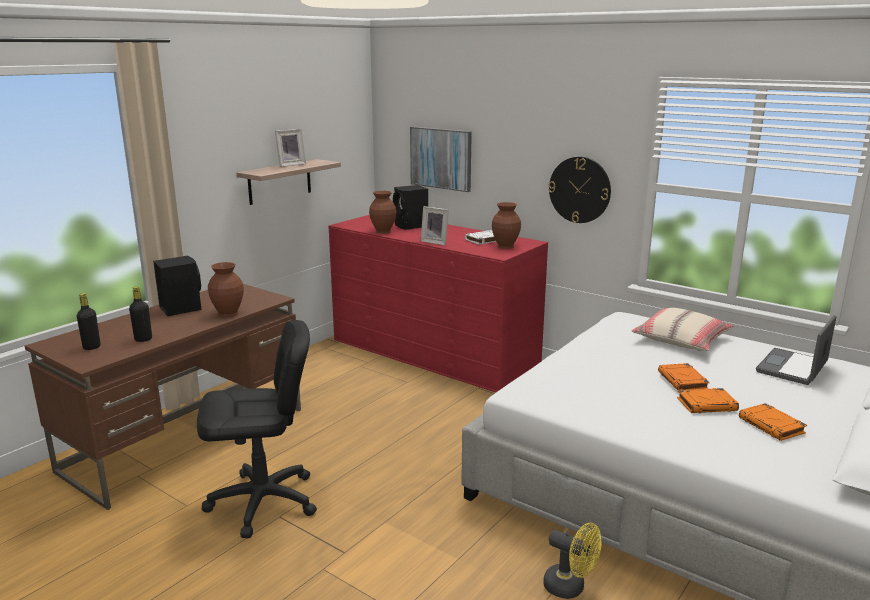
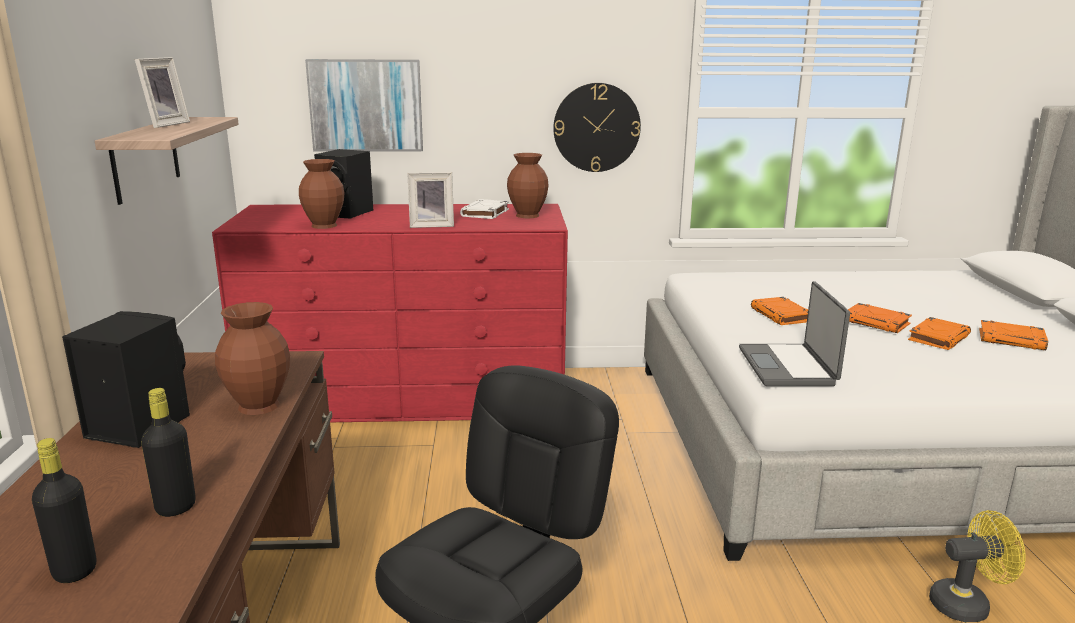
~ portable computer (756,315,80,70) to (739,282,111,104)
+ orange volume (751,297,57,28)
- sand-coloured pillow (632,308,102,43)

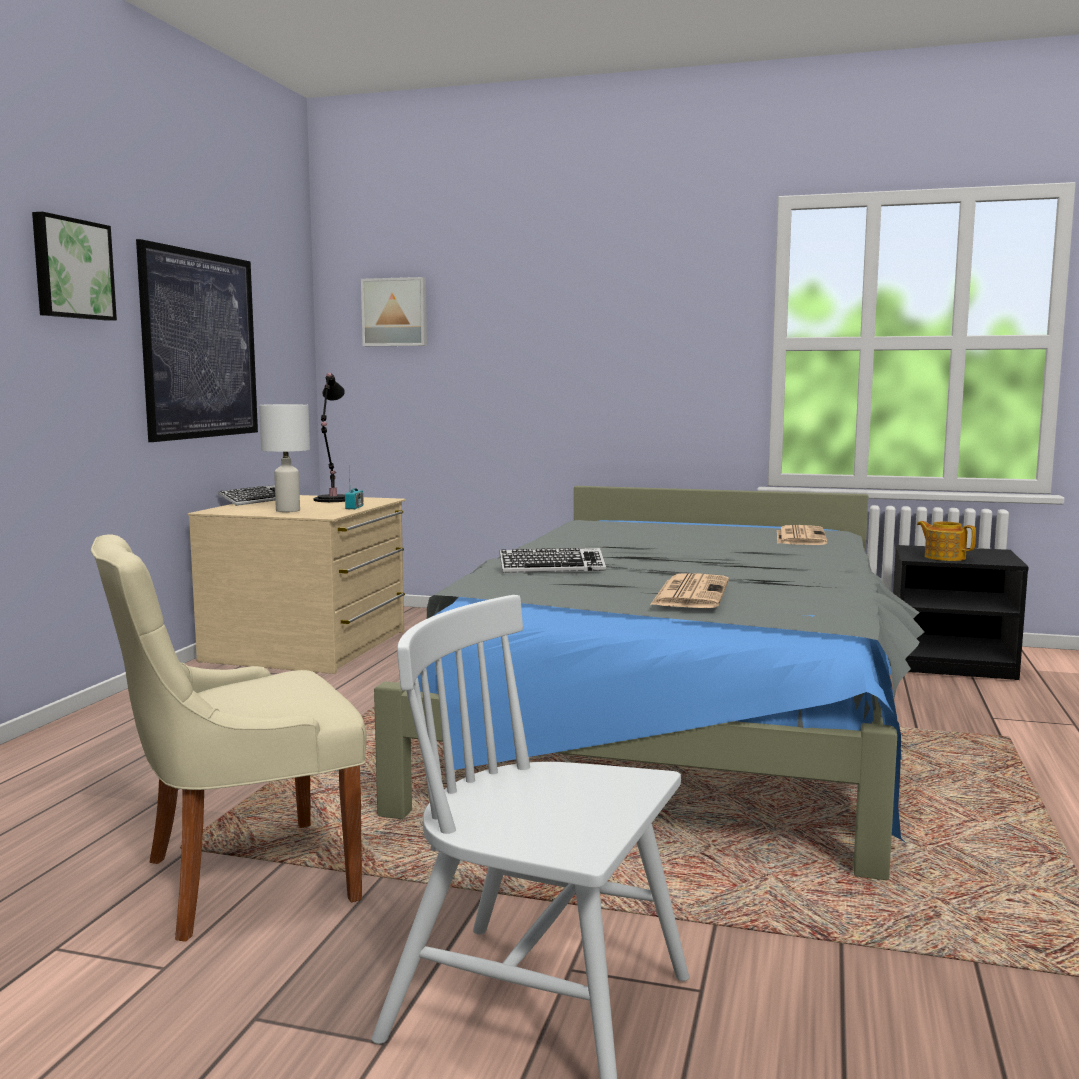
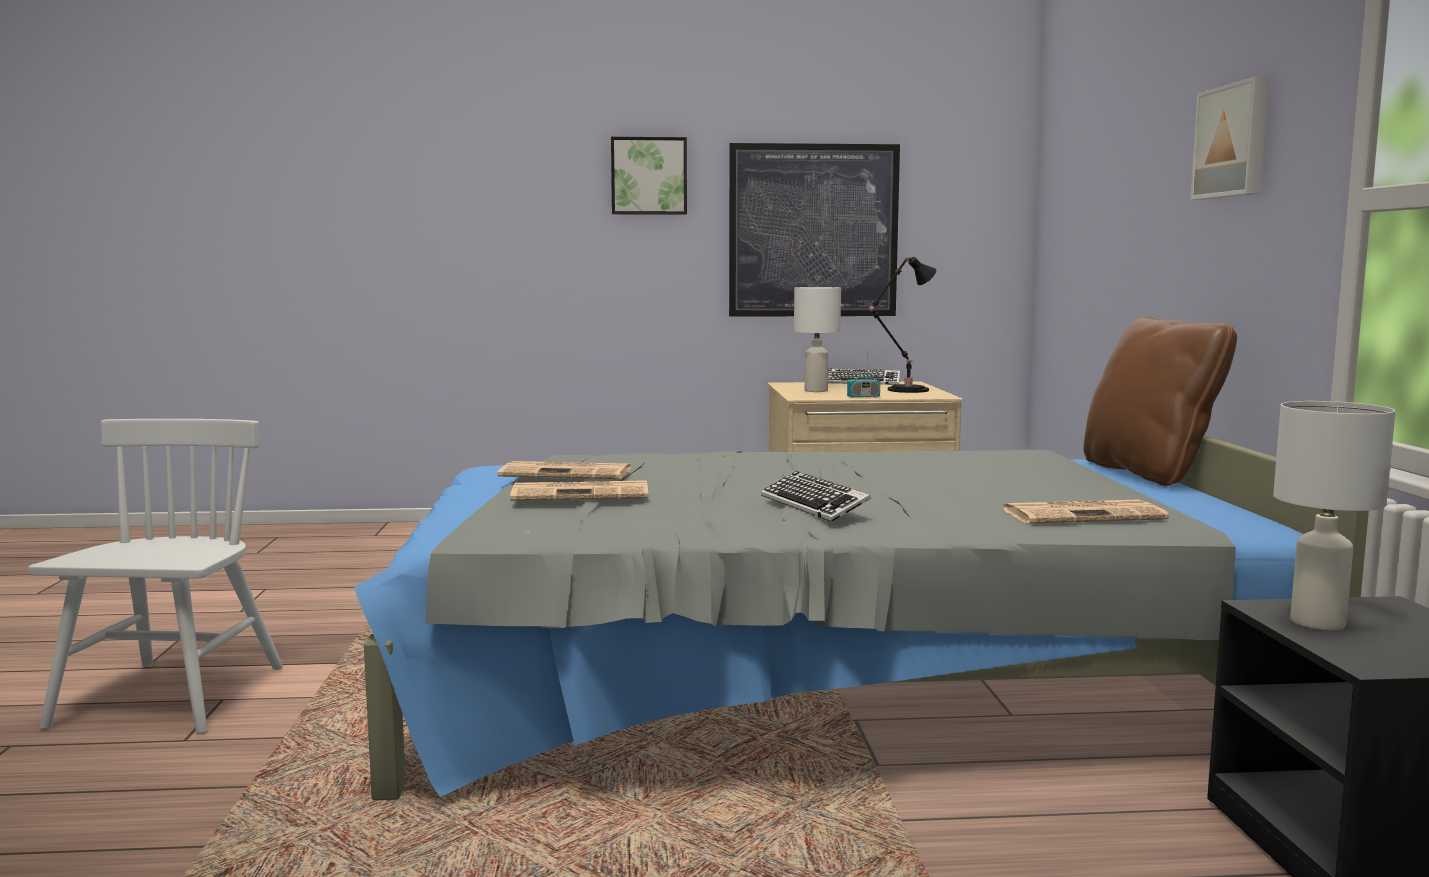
+ daily paper (497,461,134,18)
~ PC keyboard (499,548,107,25) to (761,471,110,51)
+ brown pillow (1083,317,154,169)
~ wall art (361,277,66,69) to (1190,76,79,124)
~ pot for tea (917,521,59,40) to white table lamp (1273,401,123,229)
- sand-coloured plain chair (91,535,276,407)

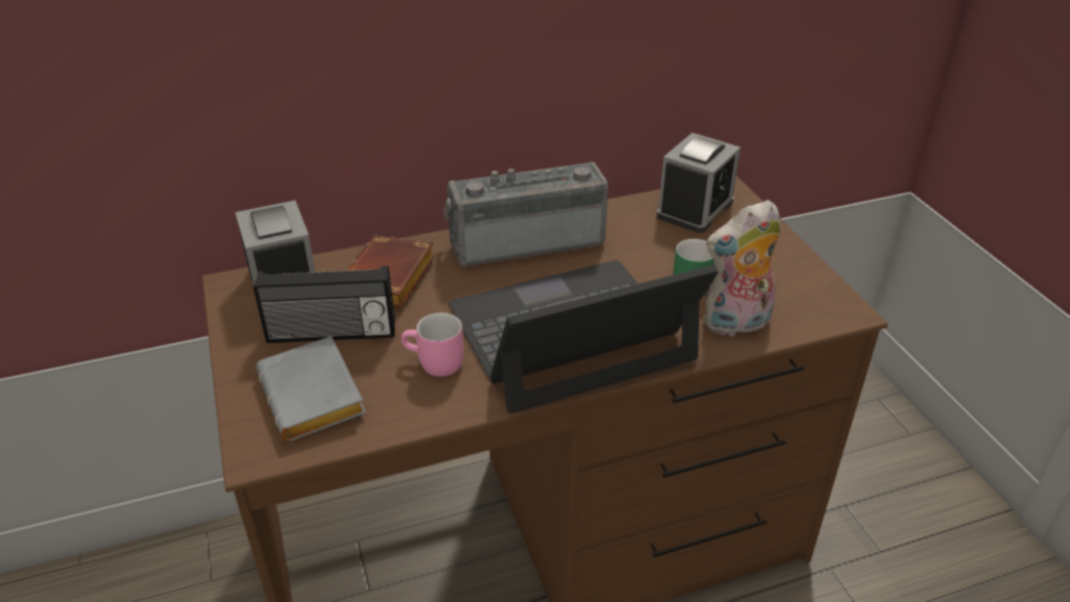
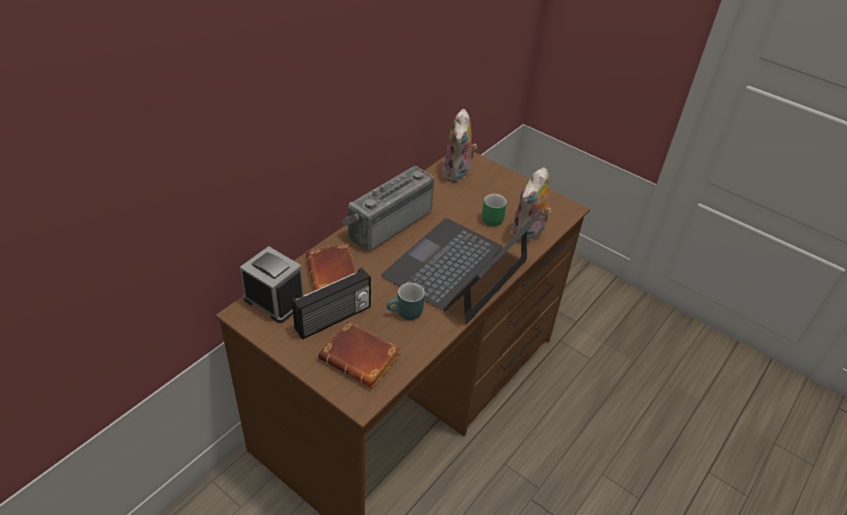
~ gray volume (256,336,110,106) to brown volume (318,320,82,68)
~ pink coffee mug (401,313,63,64) to turquoise-coloured coffee mug (387,283,38,37)
~ bedside clock (657,133,84,100) to cuddly toy (443,109,34,73)

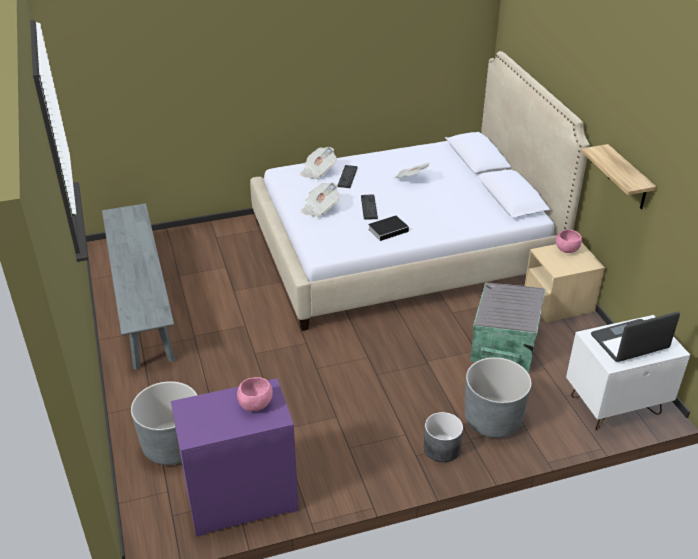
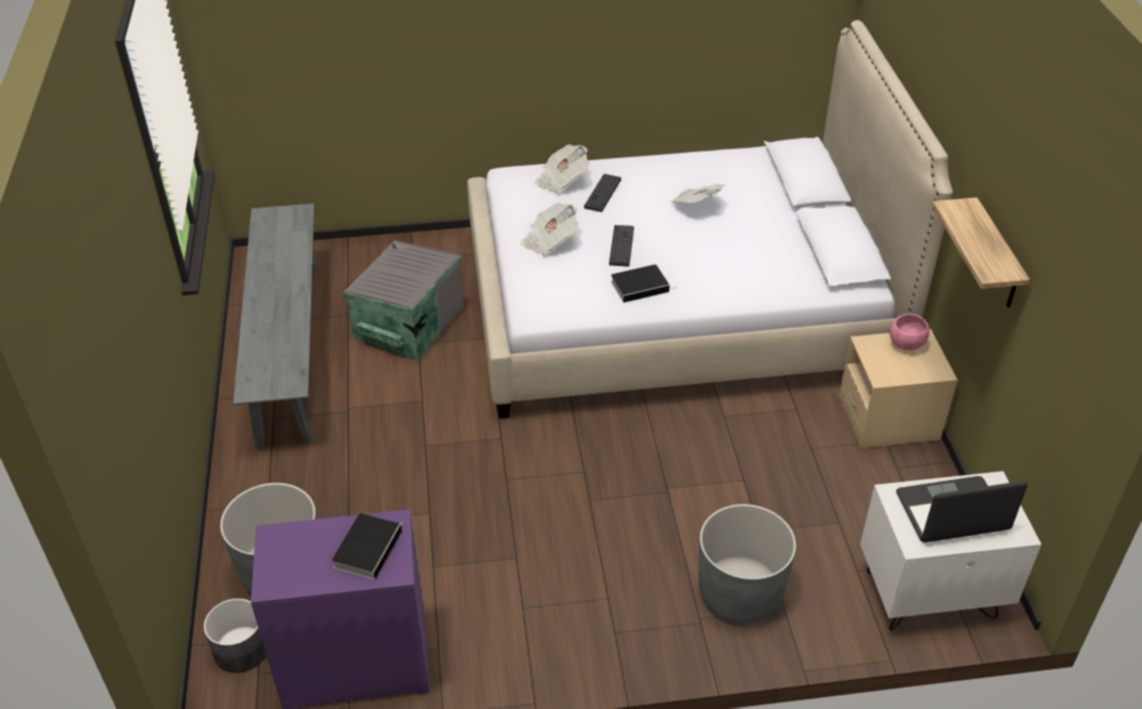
~ gray planter (423,412,40,50) to (204,598,62,75)
~ pink bowl (237,377,36,34) to volume (332,513,72,67)
~ gray storage container (470,283,75,90) to (344,241,120,120)

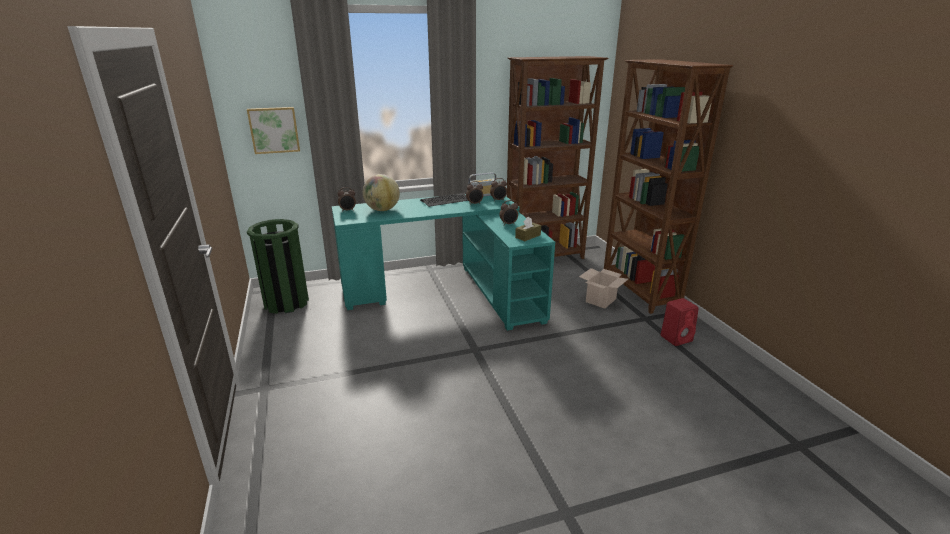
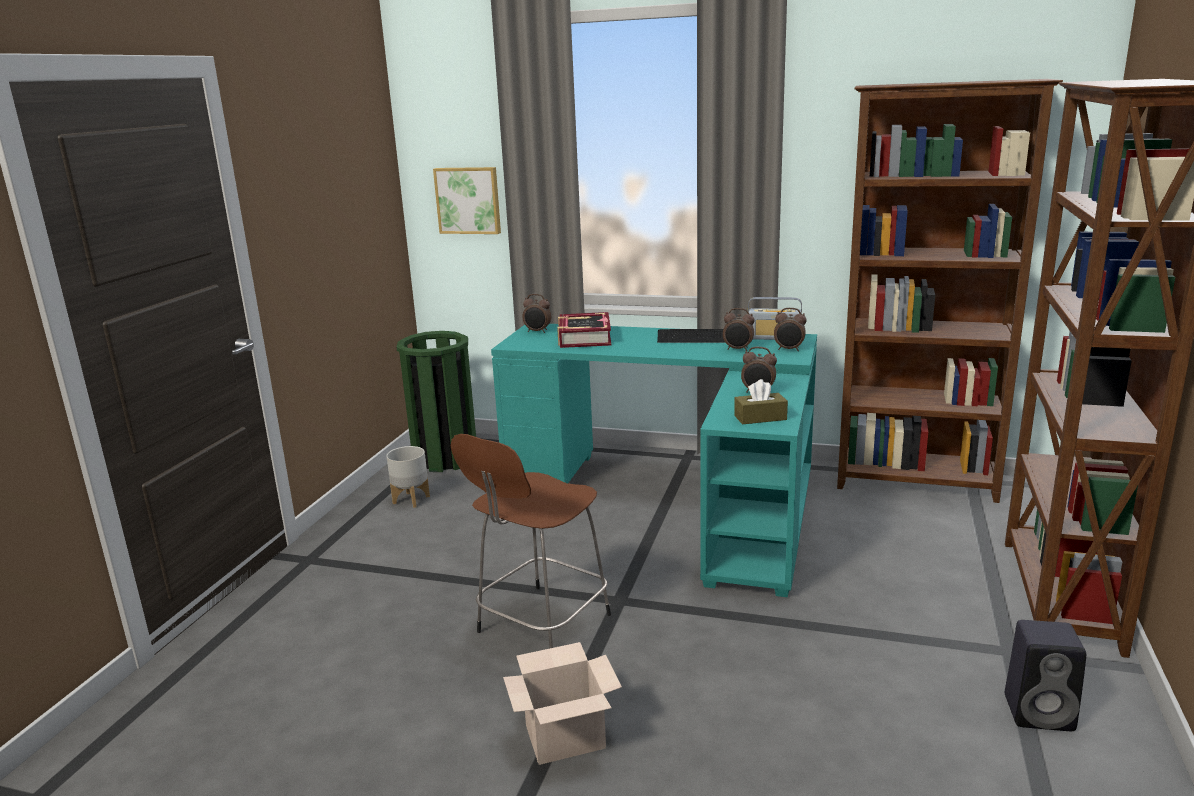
+ gray planter (386,446,44,62)
+ brown sitting stool (451,434,160,214)
~ carton (579,268,49,41) to (503,642,119,123)
~ world globe (363,174,37,37) to volume (557,312,54,36)
~ reddish loudspeaker (660,298,39,48) to black-coloured loudspeaker (1005,620,81,111)

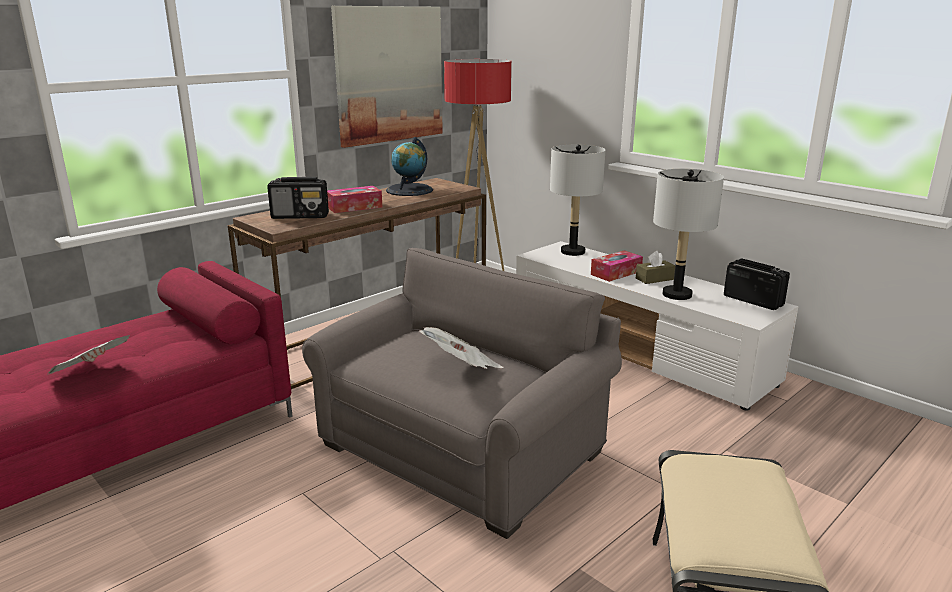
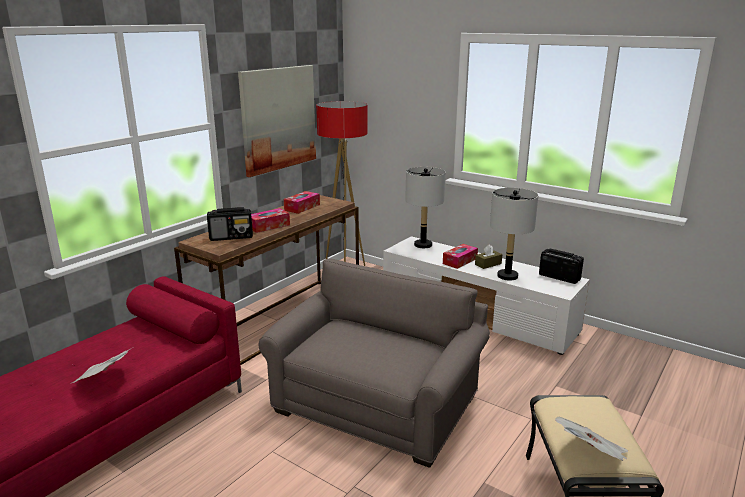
~ world globe (386,137,47,59) to box of tissues (284,191,36,23)
~ daily paper (419,327,85,42) to (555,417,73,44)

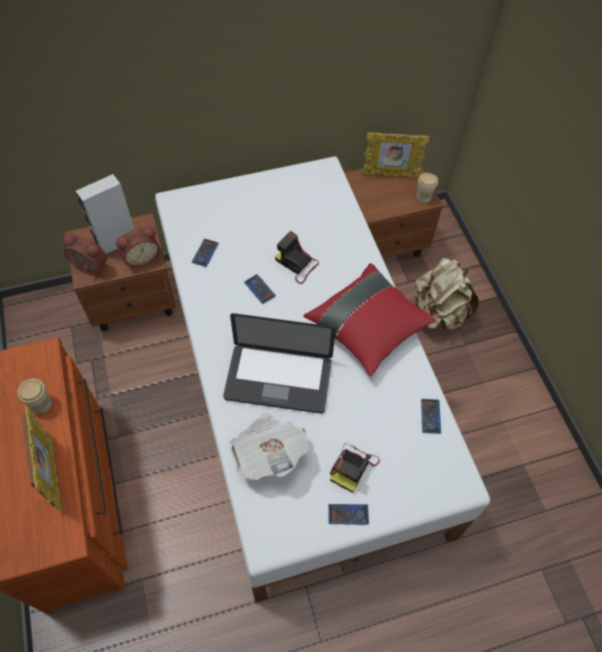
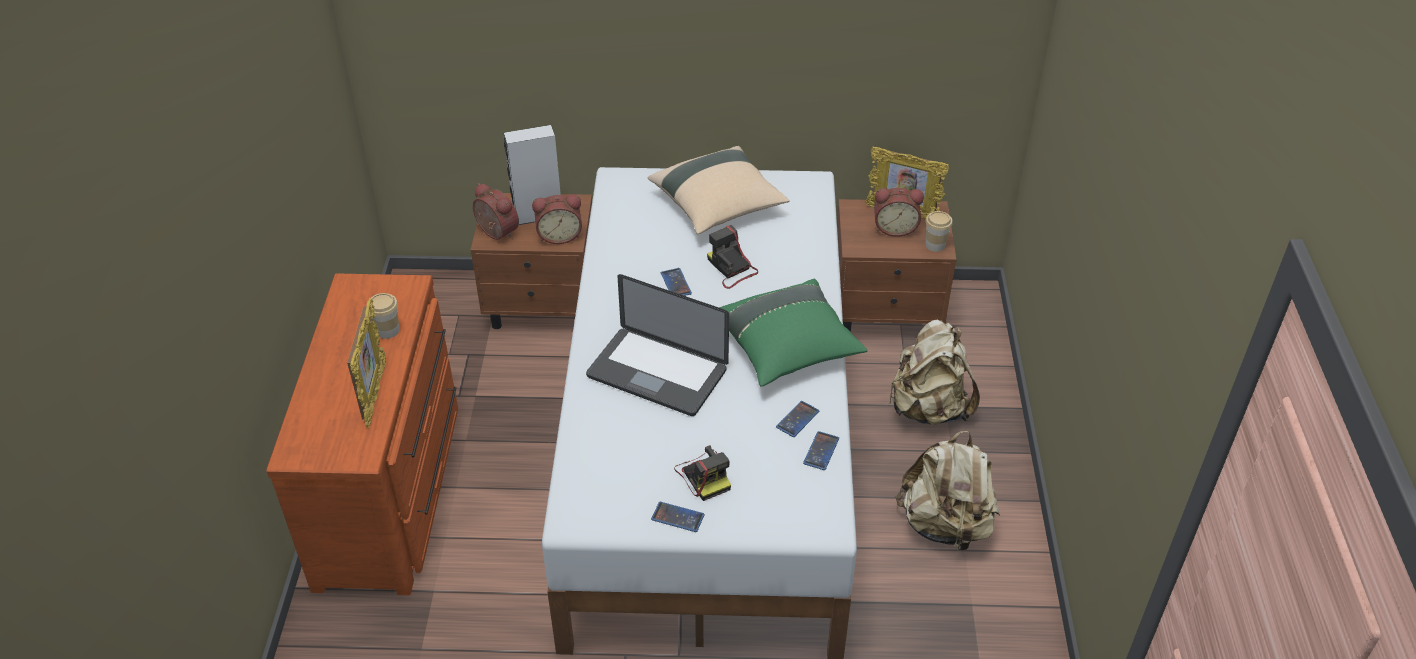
+ sand-coloured pillow (647,146,142,88)
~ still camera (330,443,50,50) = (674,445,57,56) 75 degrees counterclockwise
~ reddish pillow (303,263,133,113) to greenish pillow (719,279,148,108)
~ handset (192,239,27,28) to (776,401,43,36)
+ bedside clock (874,188,50,49)
+ sand-coloured backpack (895,431,105,123)
- daily paper (230,413,79,67)

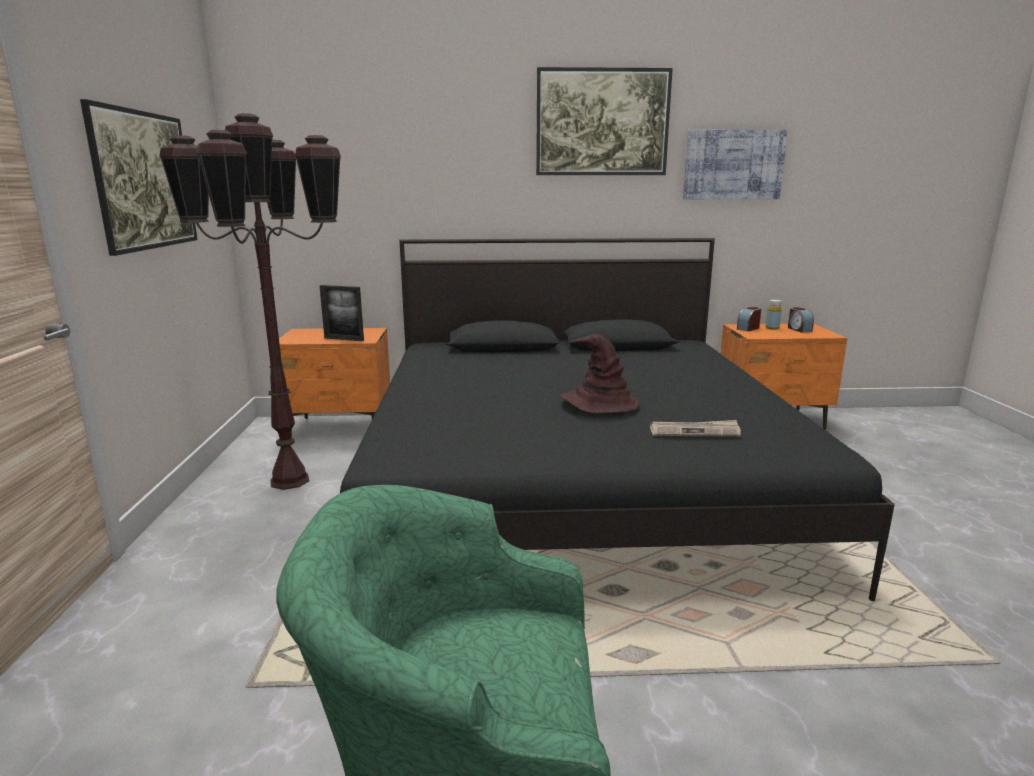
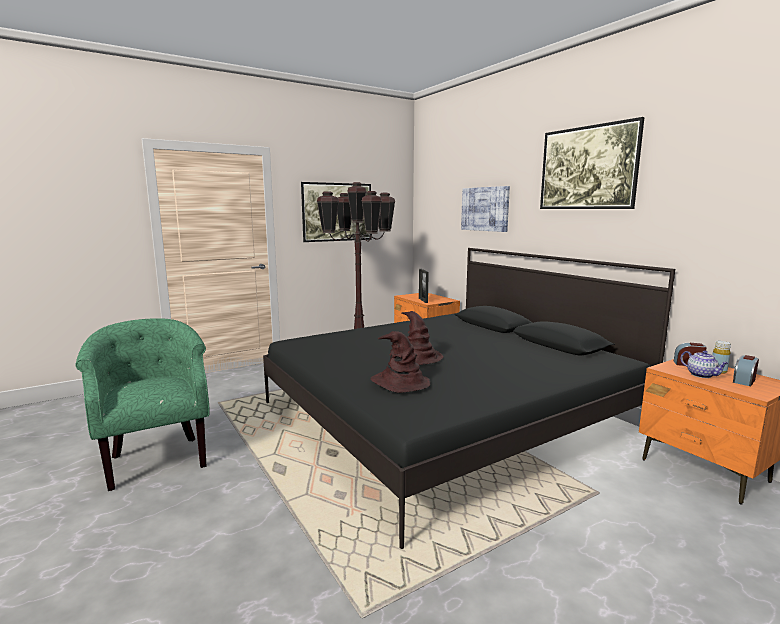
~ daily paper (650,420,91,17) to brown hat (370,331,60,62)
~ wall art (683,130,105,69) to (461,186,49,46)
+ pot for tea (681,351,48,27)

